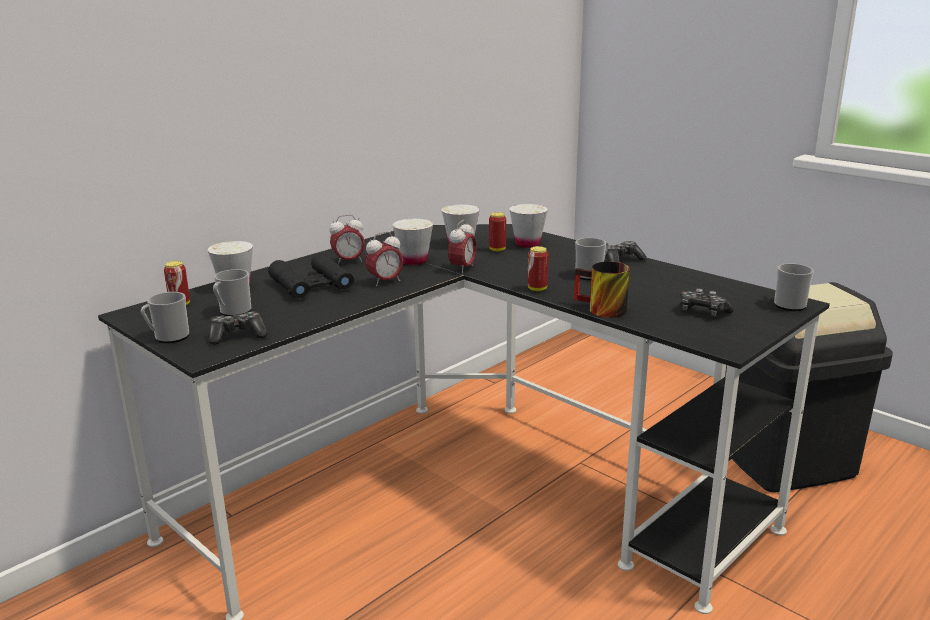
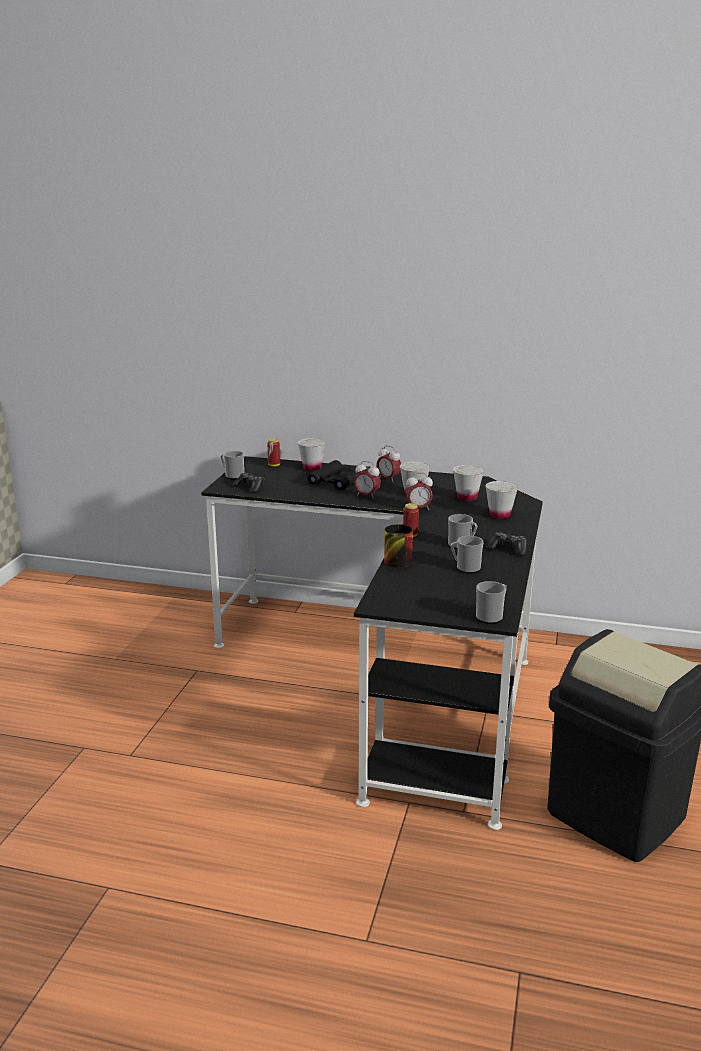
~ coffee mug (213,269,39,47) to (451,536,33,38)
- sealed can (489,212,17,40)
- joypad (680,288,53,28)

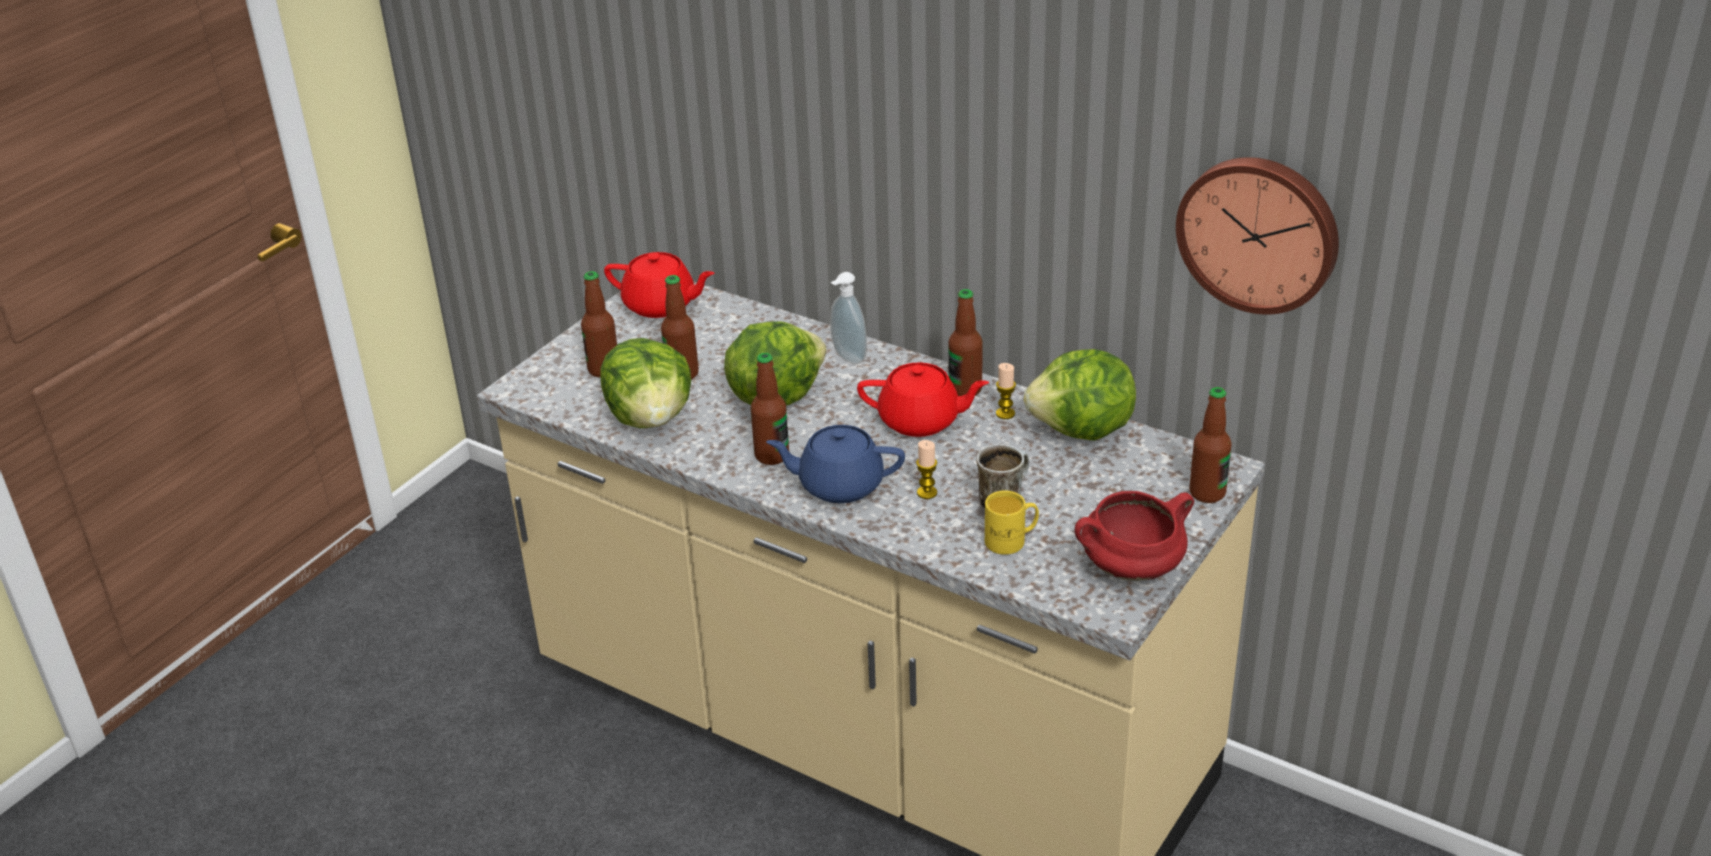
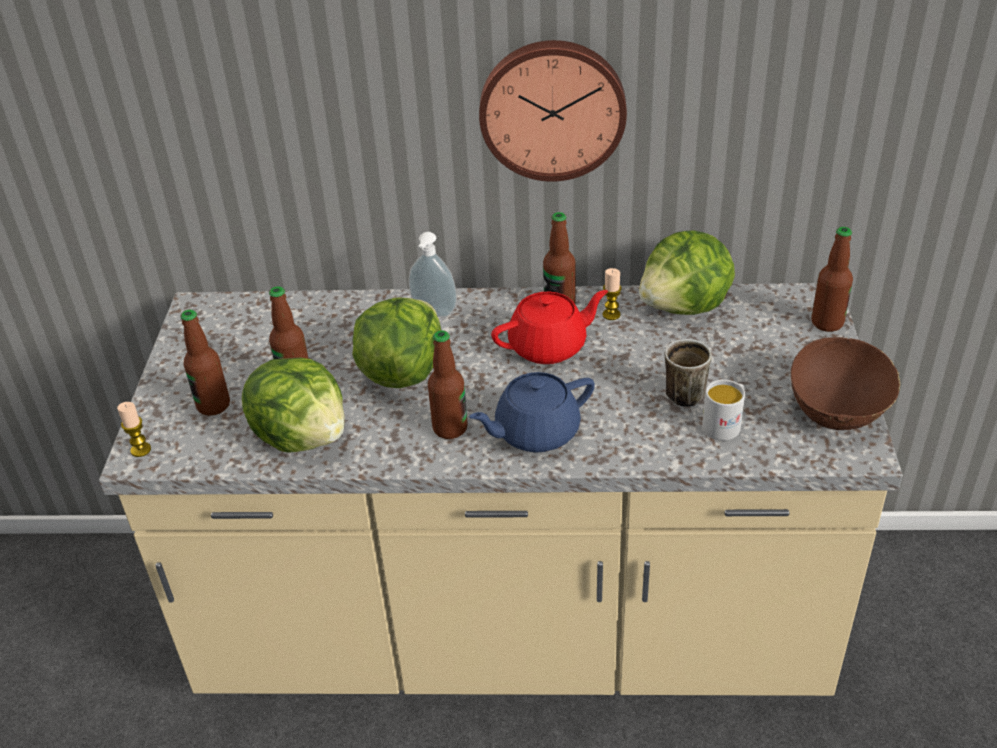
~ candle (916,440,21,59) to (117,402,34,55)
~ clock on the wall (1176,157,163,158) to (479,40,148,142)
~ yellow coffee mug (985,490,54,65) to white coffee mug (702,379,43,62)
~ reddish stockpot (1075,491,119,90) to brown bowl (791,337,109,93)
- reddish pot for tea (604,252,111,66)

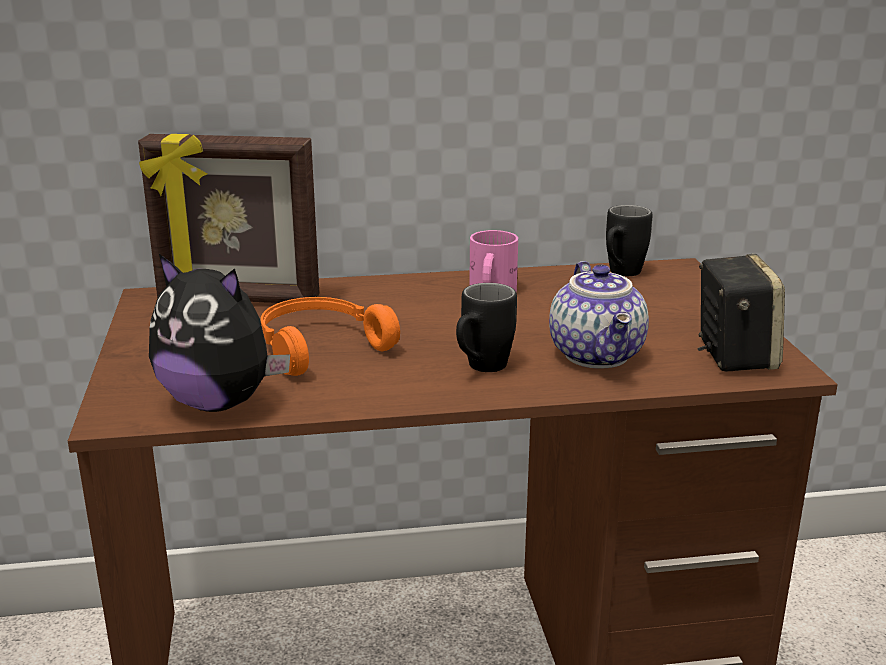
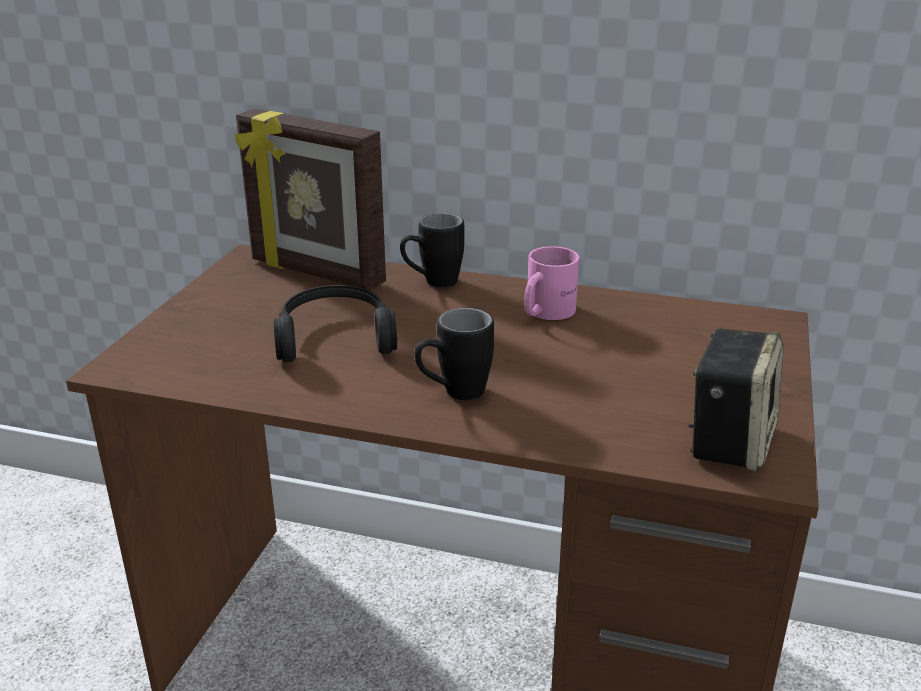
~ orange pair of headphones (261,297,139,79) to black-coloured pair of headphones (274,285,123,77)
~ black-coloured coffee mug (606,205,46,71) to (400,213,64,75)
- cuddly toy (149,254,141,158)
- pot for tea (549,261,100,107)

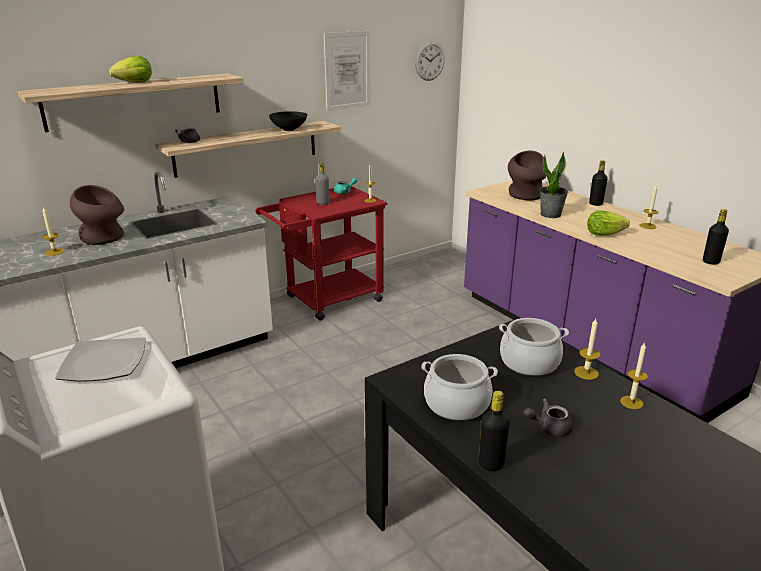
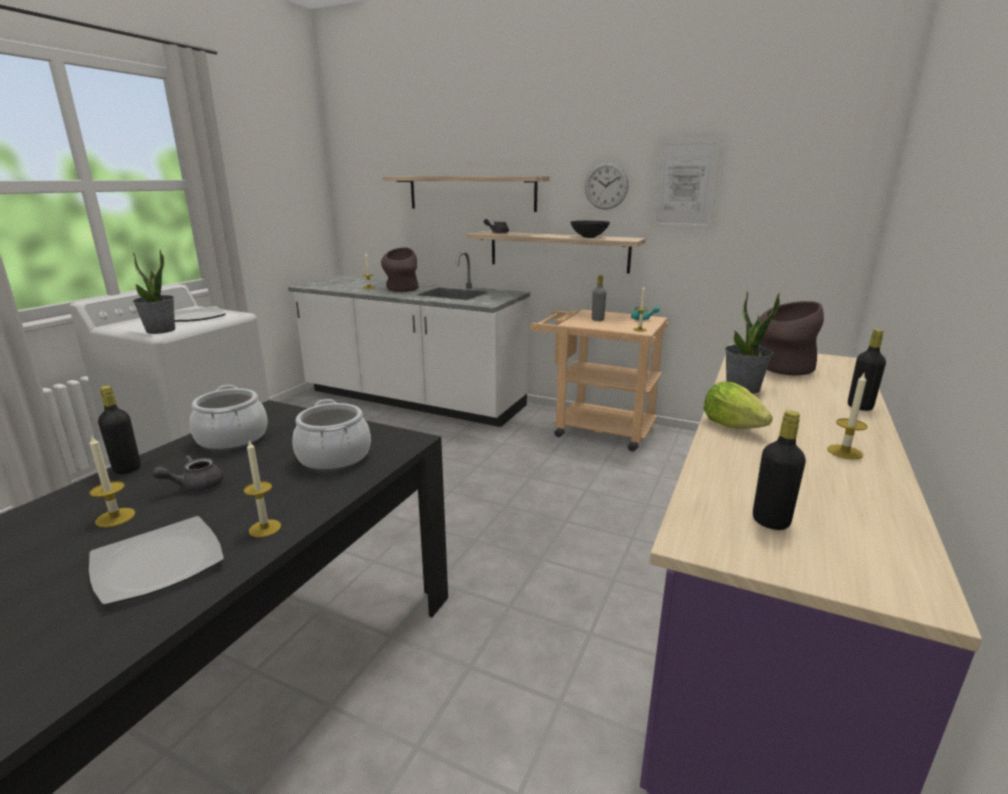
+ dinner plate (89,516,135,89)
~ candle (574,319,26,61) to (90,434,45,94)
+ plant in a pot (133,249,42,85)
~ gray pot for tea (523,399,50,38) = (152,455,71,37) 90 degrees counterclockwise
~ reddish cart (255,186,132,135) to sand-coloured cart (530,310,138,141)
~ clock on the wall (415,41,30,40) to (585,162,44,48)
- lettuce head (109,56,43,26)

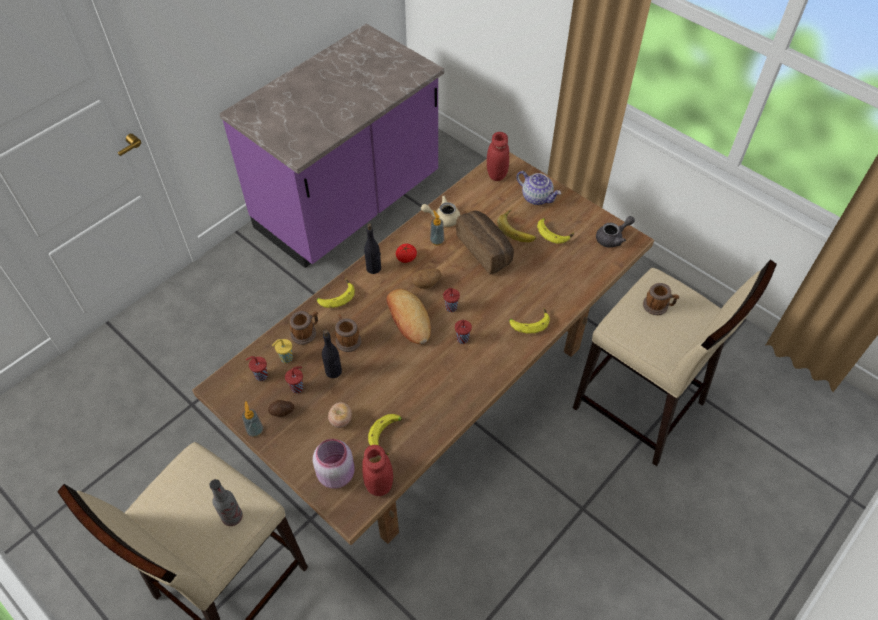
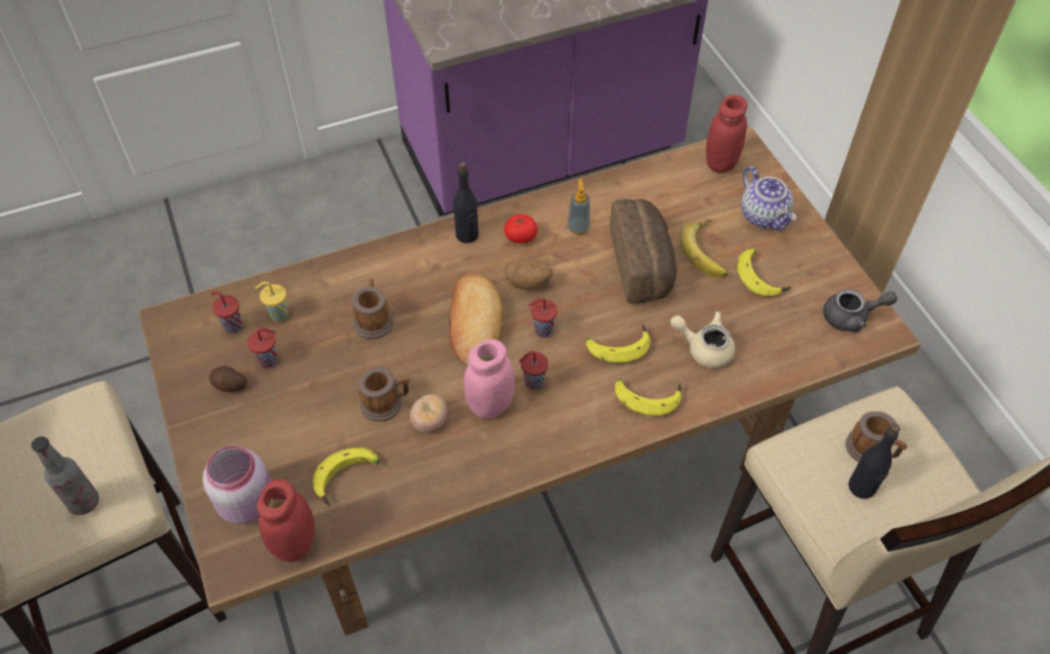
~ coffee mug (290,311,28,34) to (359,367,51,55)
~ fresh tomato (328,402,24,26) to (410,394,37,38)
+ pink jar (464,339,51,80)
~ banana fruit (317,279,38,29) to (586,323,65,40)
~ sand-coloured pot for tea (421,196,39,31) to (670,311,65,57)
~ black-coloured bottle (322,330,20,48) to (848,424,52,75)
- soap bottle (242,401,21,36)

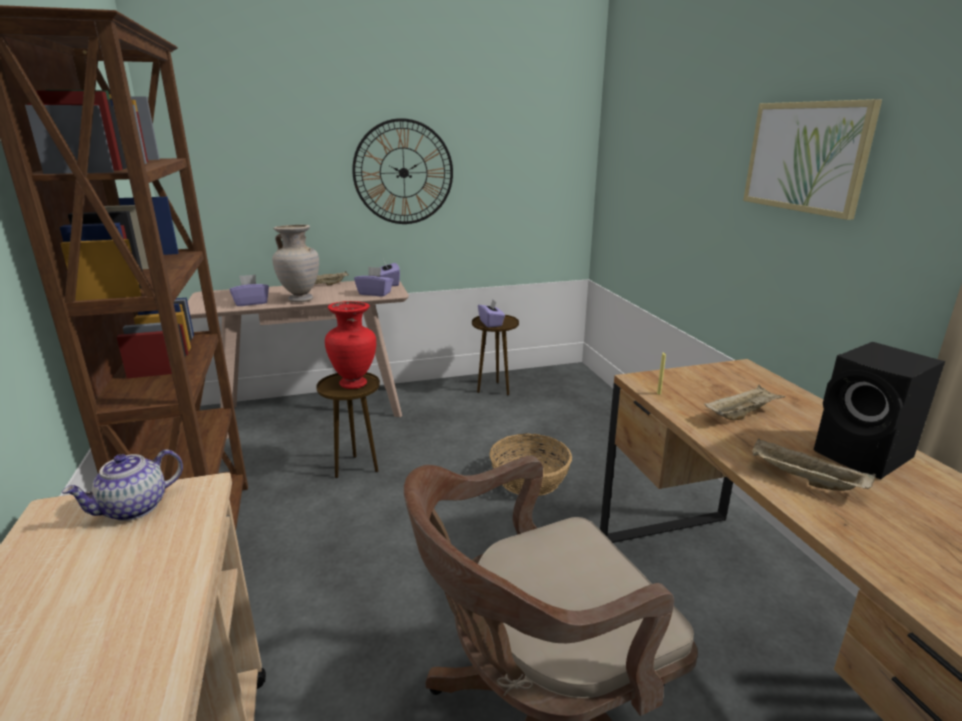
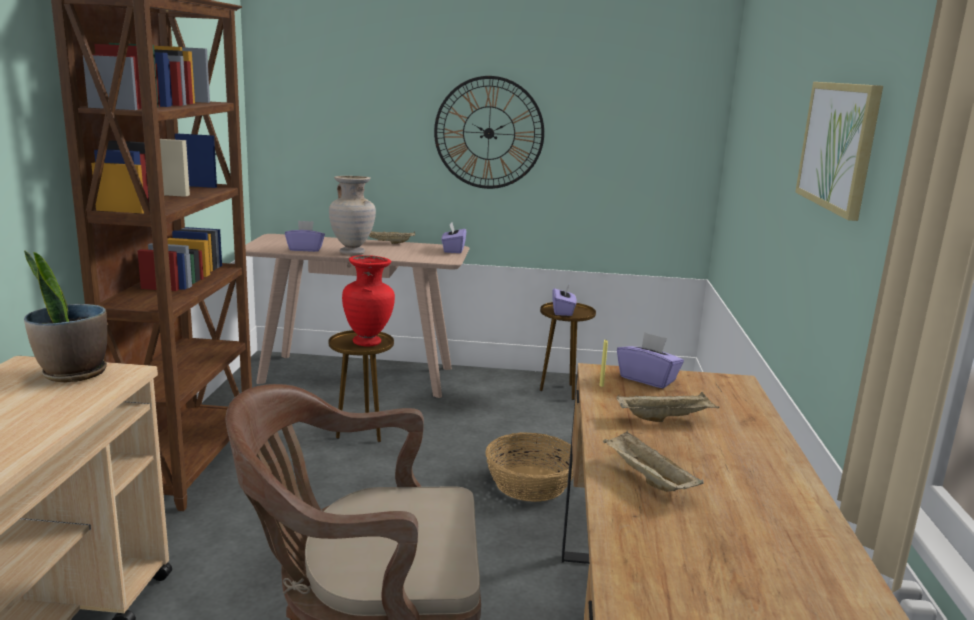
~ pot for tea (62,449,121,72) to plant in a pot (24,250,83,133)
~ purple-coloured box of tissues (354,267,39,29) to (617,332,67,57)
- black-coloured loudspeaker (814,342,131,137)

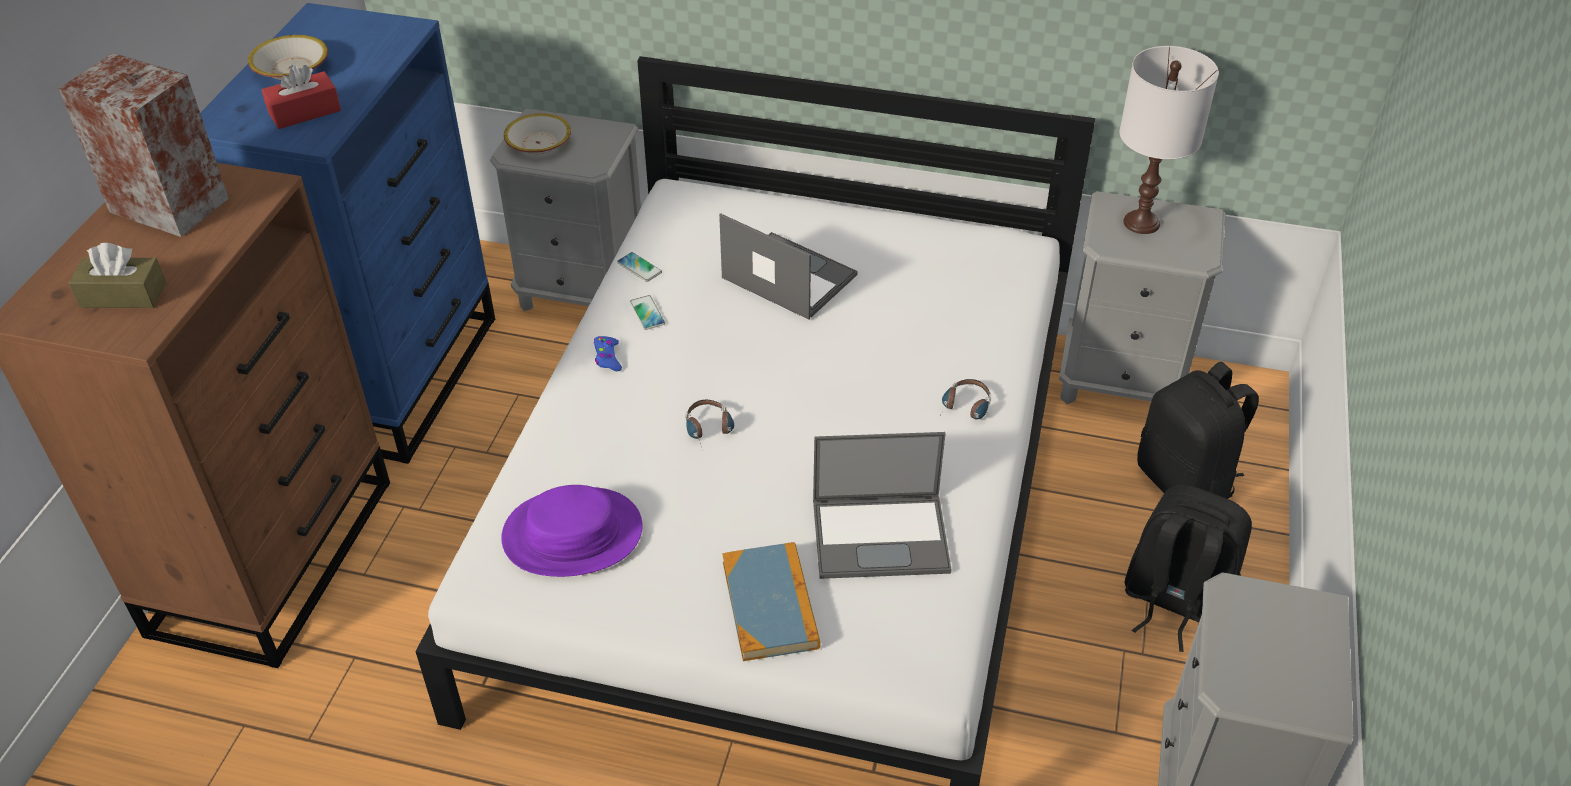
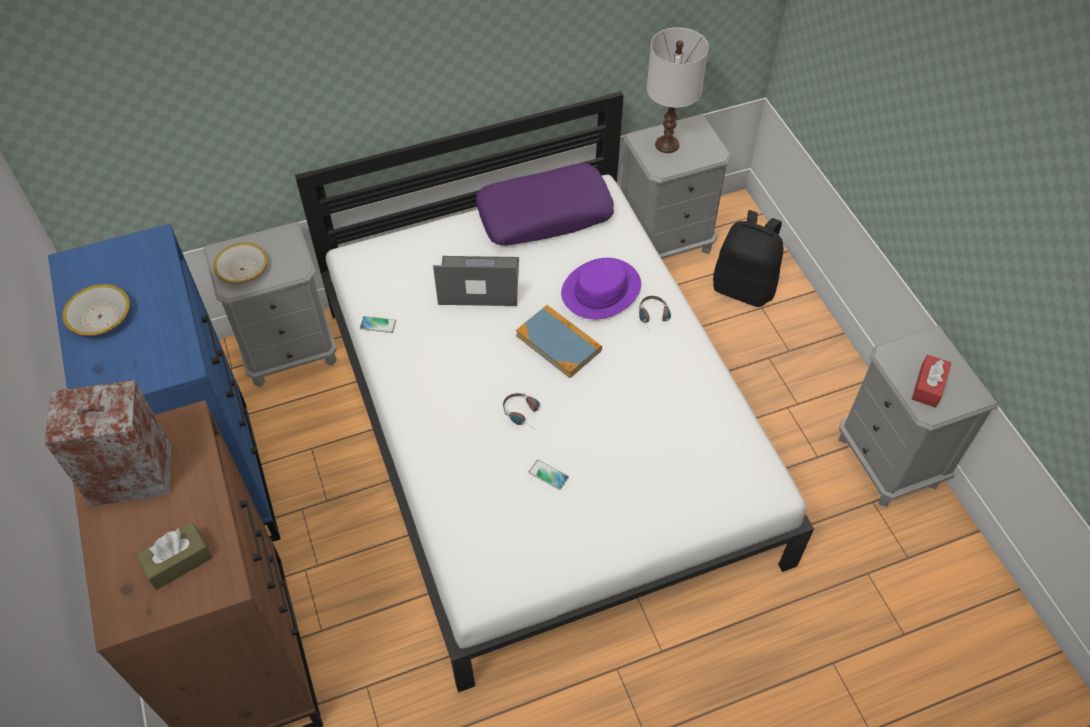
+ purple-coloured pillow (476,163,138,83)
~ volume (722,542,99,119) to (516,305,86,73)
~ handset (630,295,35,35) to (529,460,40,30)
~ purple-coloured hat (501,485,142,92) to (561,258,80,61)
~ reddish box of tissues (262,65,79,64) to (912,354,39,54)
- blue joypad (594,336,28,35)
- portable computer (813,432,139,147)
- black-coloured backpack (1125,485,127,167)

